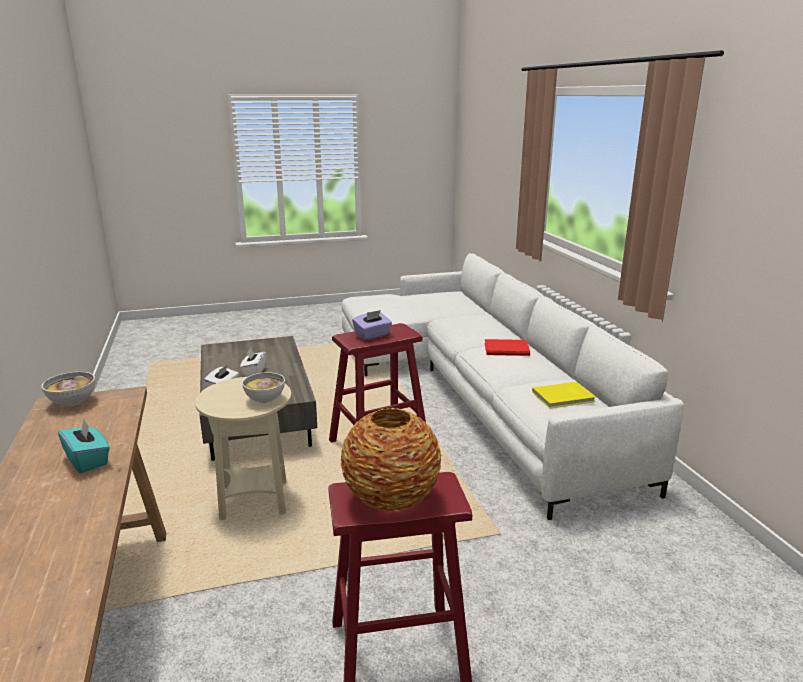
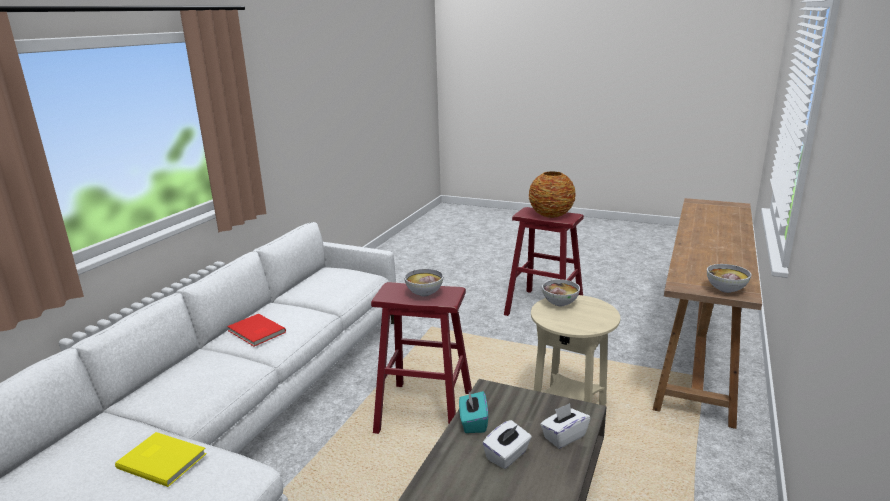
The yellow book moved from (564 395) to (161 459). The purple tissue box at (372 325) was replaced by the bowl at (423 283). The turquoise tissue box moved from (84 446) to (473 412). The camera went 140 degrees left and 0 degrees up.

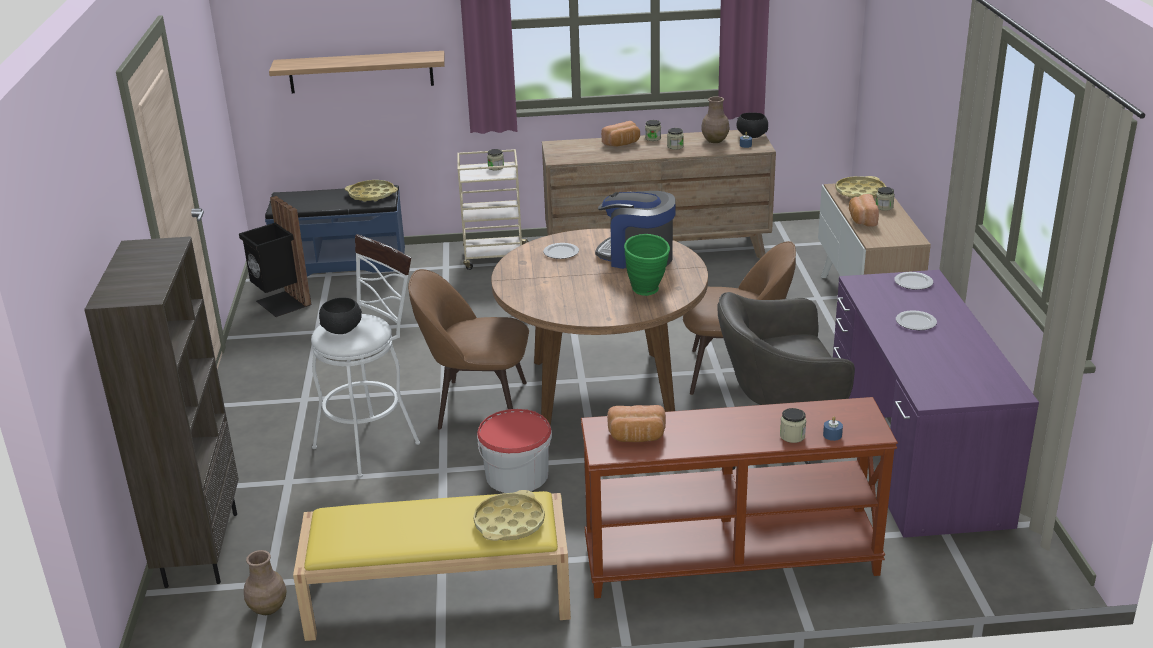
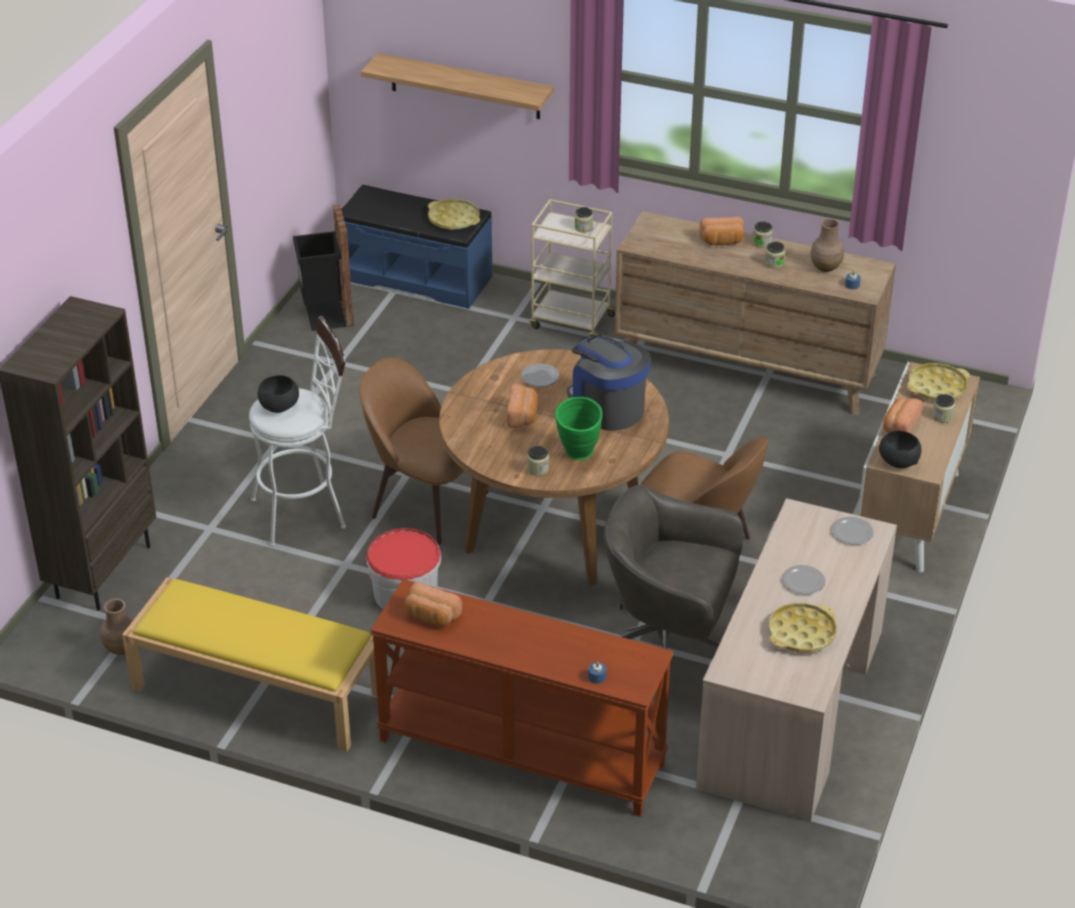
The bread at (522 406) appeared. The jar moved from (793 425) to (538 461). The purple desk at (936 404) became the beige desk at (796 660). The yellow tray moved from (509 515) to (802 628). The black bowl moved from (752 125) to (900 449). The camera went 25 degrees right and 10 degrees up.

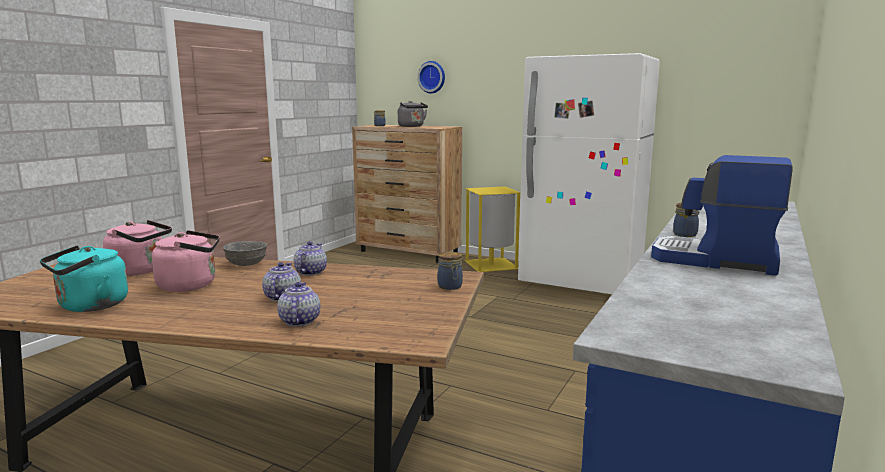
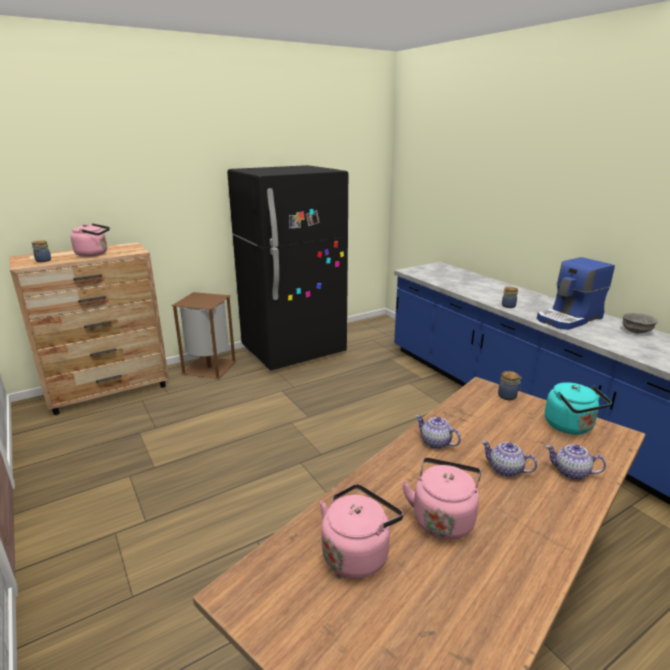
The grey kettle at (413 114) became the pink kettle at (90 240). The yellow trash can at (492 229) became the brown trash can at (204 335). The white fridge at (589 173) became the black fridge at (287 268). The turquoise kettle moved from (84 278) to (578 408). The grey bowl moved from (245 253) to (640 323). The wall clock at (431 77) disappeared. The camera went 60 degrees left and 10 degrees up.

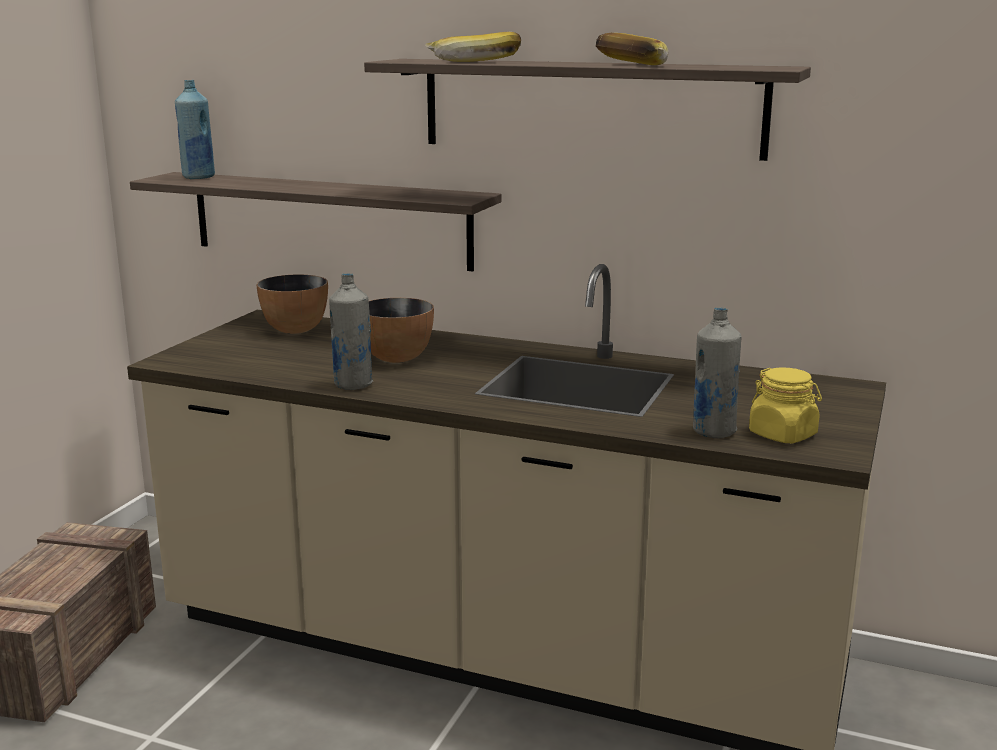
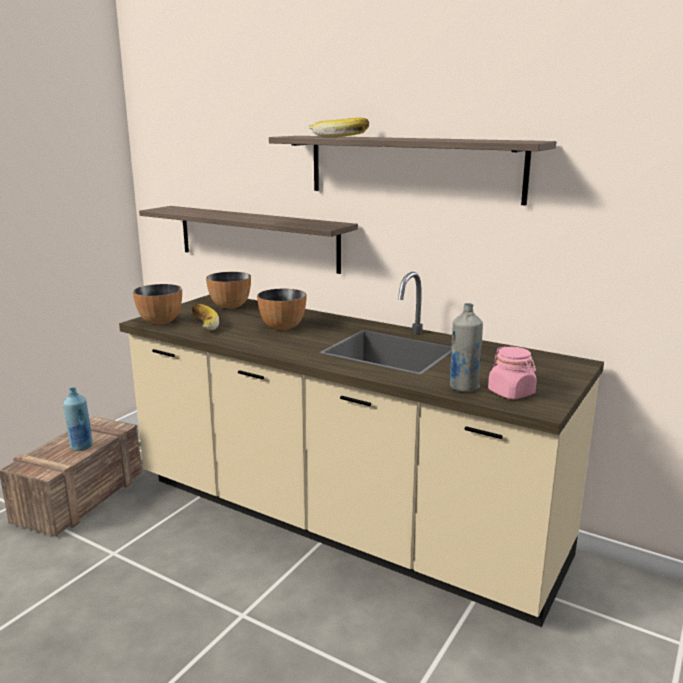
The blue bottle moved from (195 129) to (78 419). The bowl at (157 304) appeared. The banana moved from (632 49) to (205 317). The yellow jar at (785 405) became the pink jar at (512 373). The grey bottle at (351 331) disappeared. The camera went 10 degrees right and 0 degrees up.

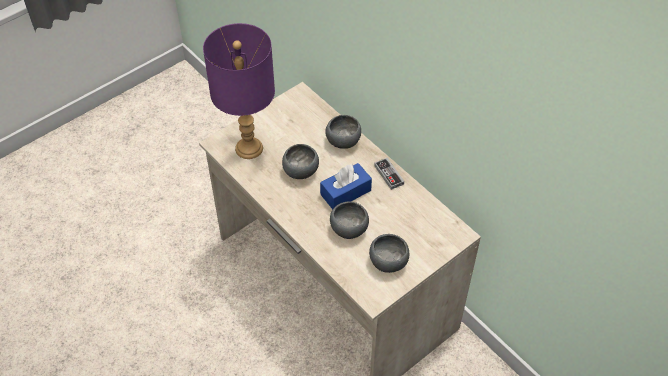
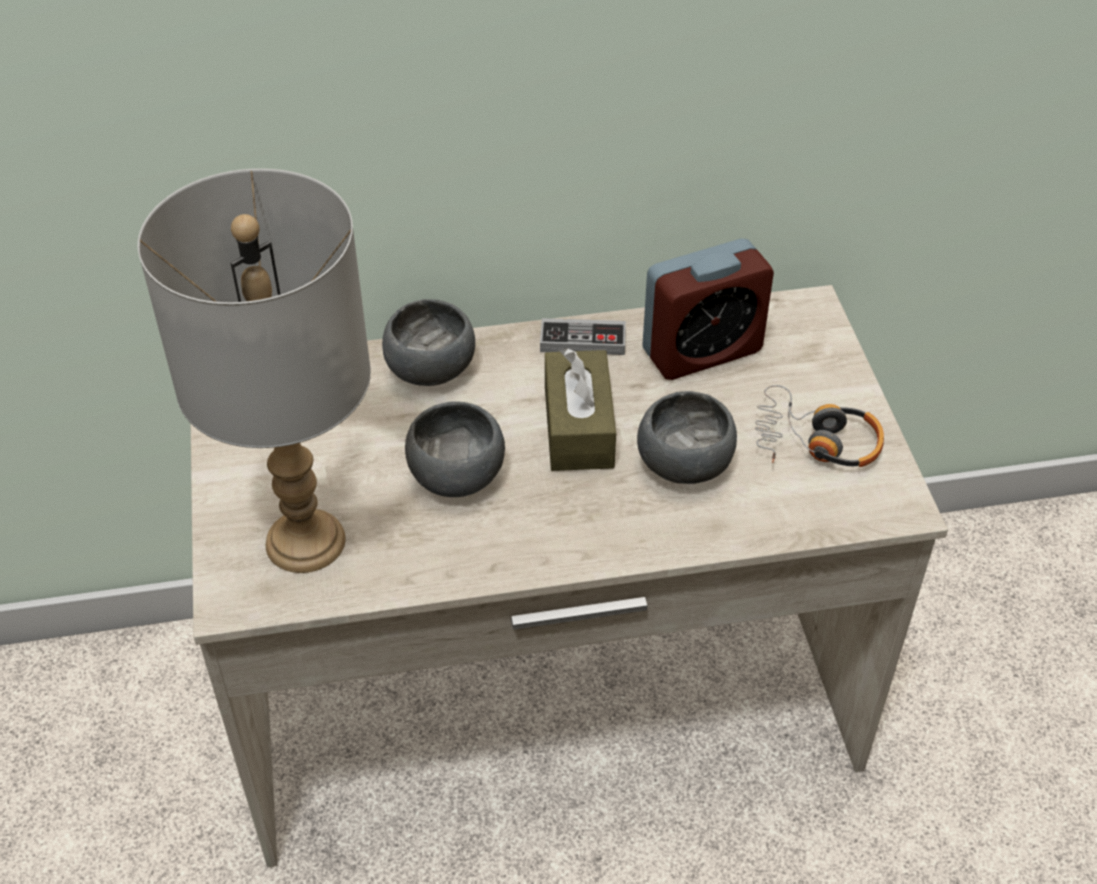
The purple table lamp at (239 91) became the grey table lamp at (254 370). The blue tissue box at (346 186) became the brown tissue box at (580 409). The alarm clock at (708 309) appeared. The grey bowl at (389 253) was replaced by the headphones at (819 426). The camera went 60 degrees left and 5 degrees down.

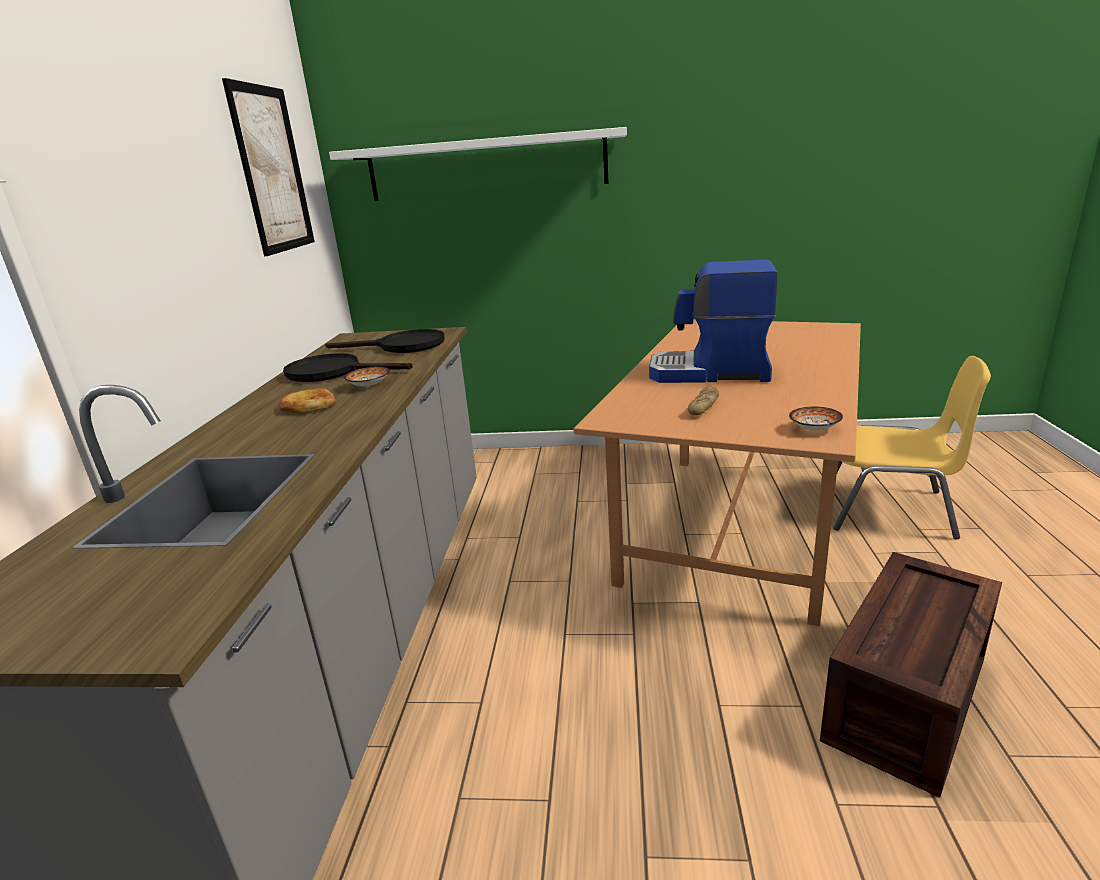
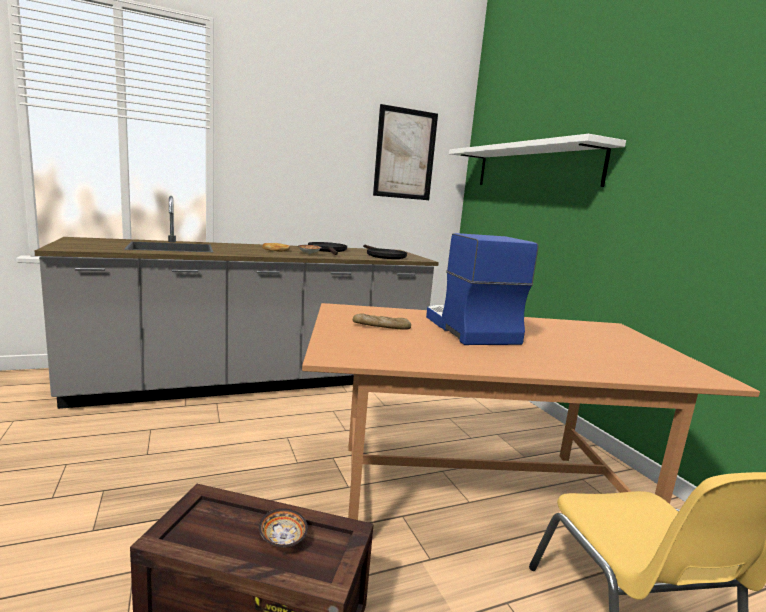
The bowl moved from (816 418) to (283 527). The camera went 60 degrees right and 10 degrees down.

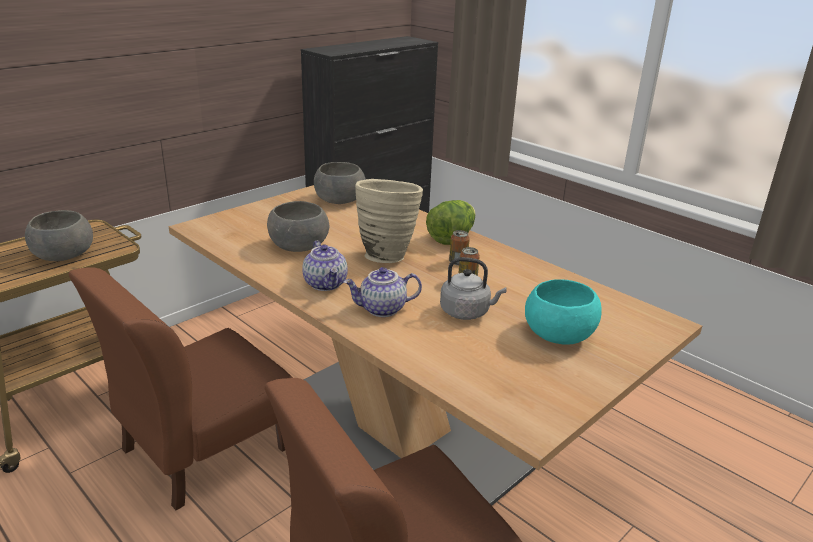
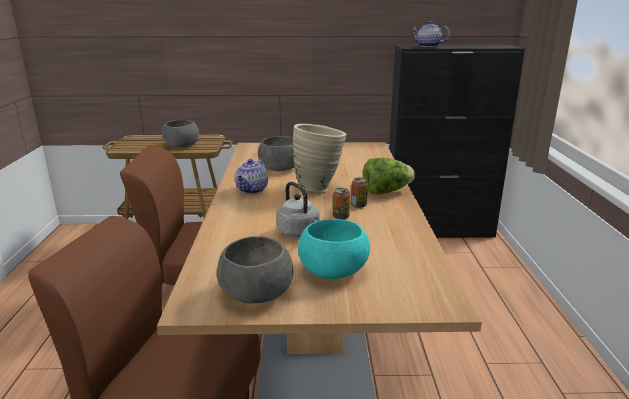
The grey bowl moved from (340 183) to (255 269). The teapot moved from (383 292) to (430 34). The camera went 45 degrees right and 5 degrees down.

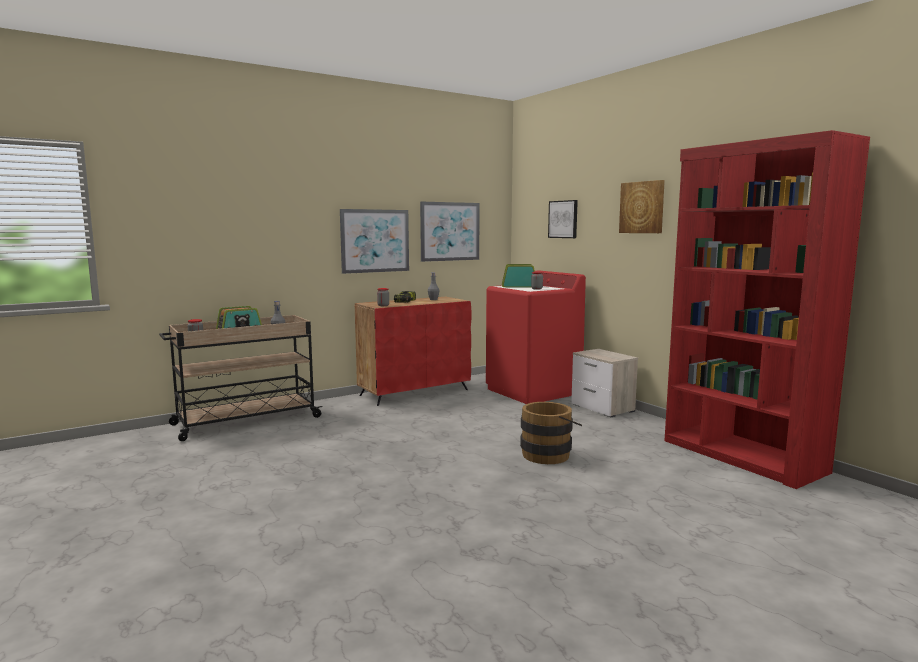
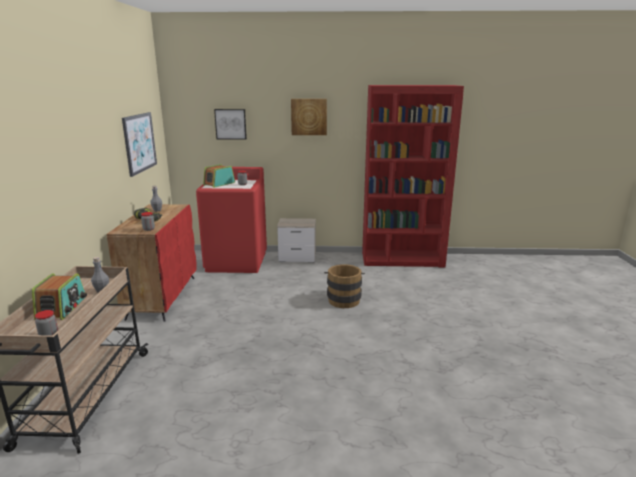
The picture at (374 241) disappeared. The camera went 55 degrees left and 10 degrees up.

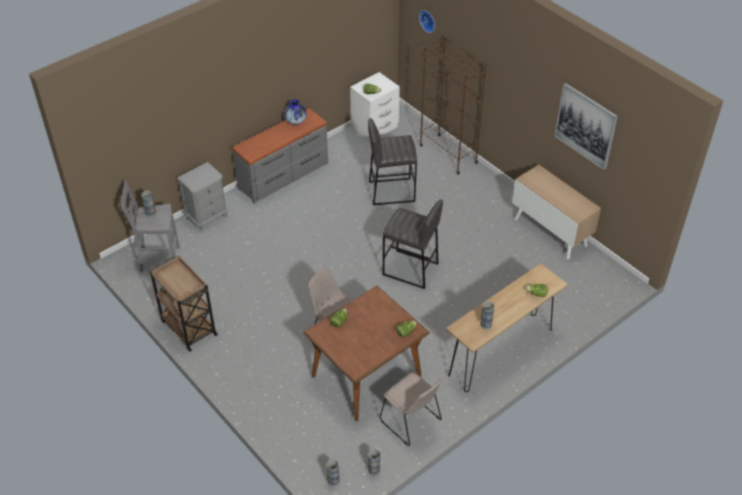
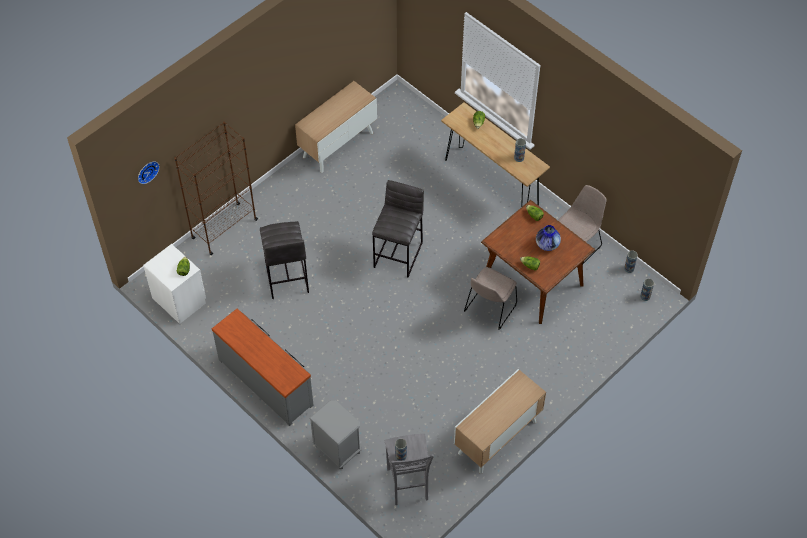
The brown cart at (183 303) was replaced by the cabinet at (500 421). The vase moved from (295 112) to (548 238). The picture at (586 126) disappeared. The camera went 95 degrees left and 10 degrees up.

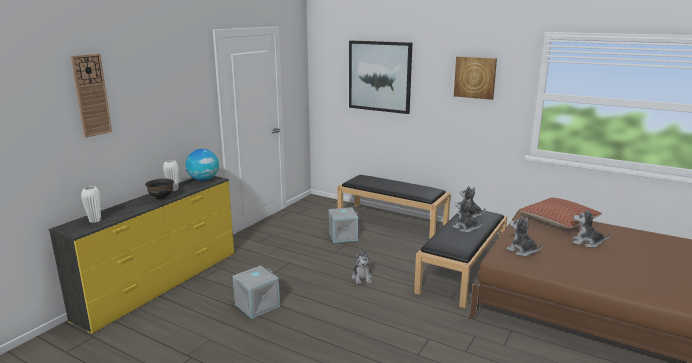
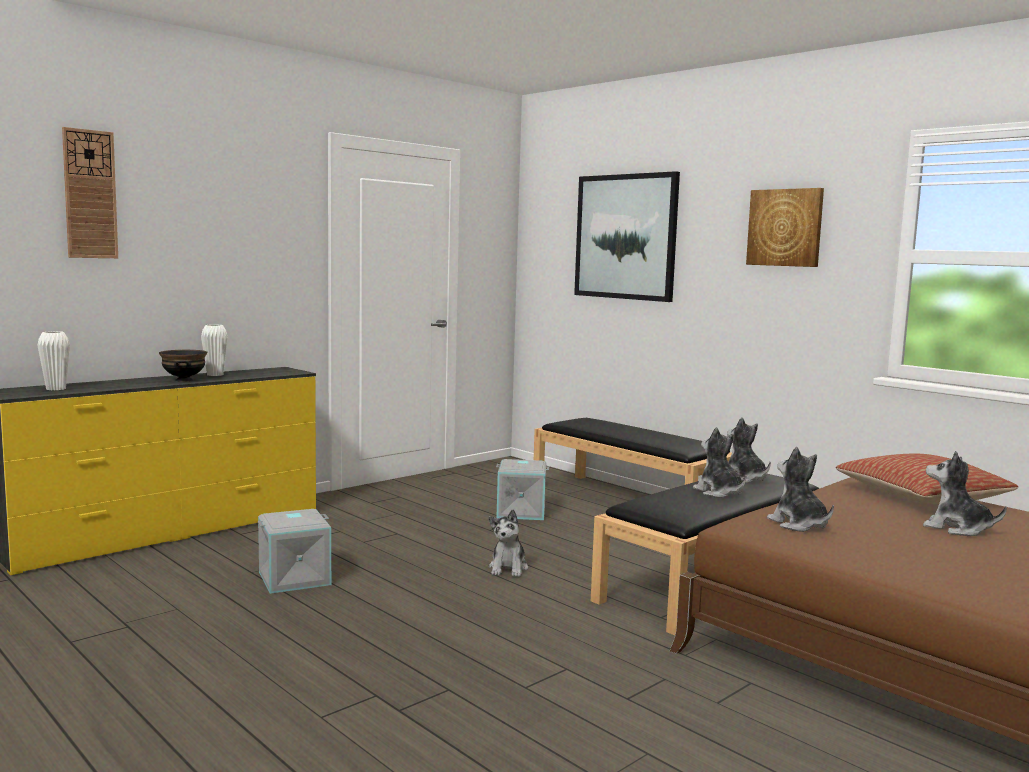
The globe at (202 165) disappeared. The camera went 15 degrees right and 10 degrees down.

